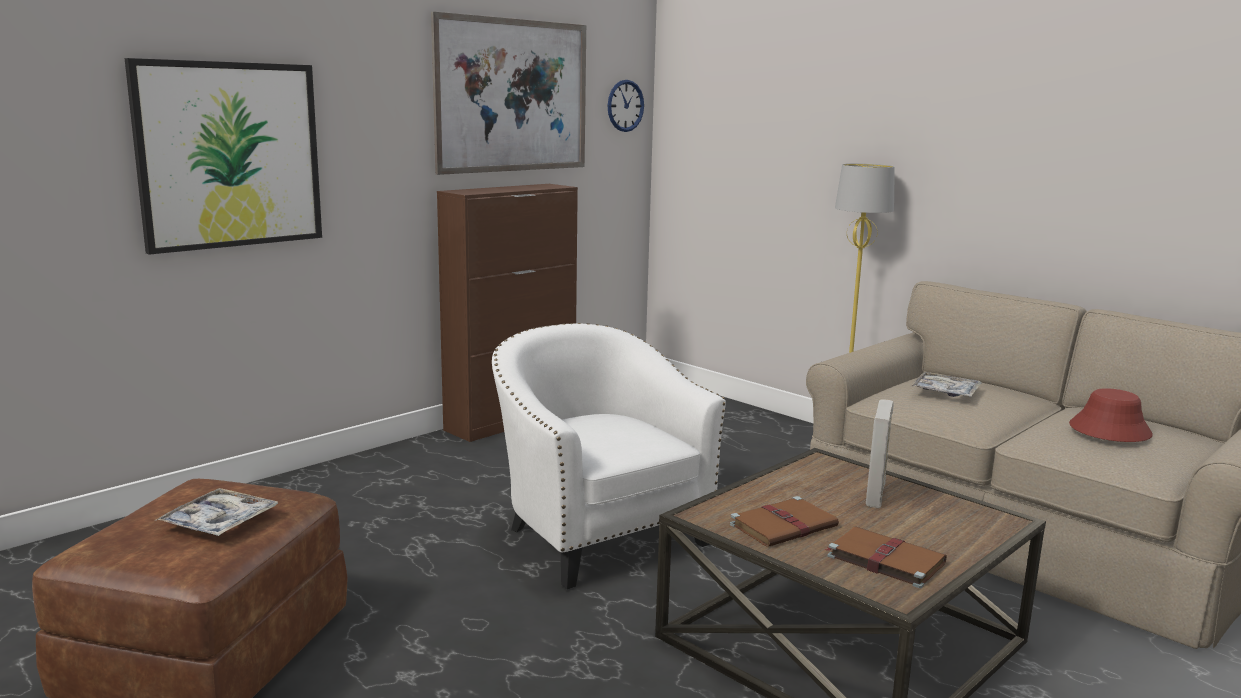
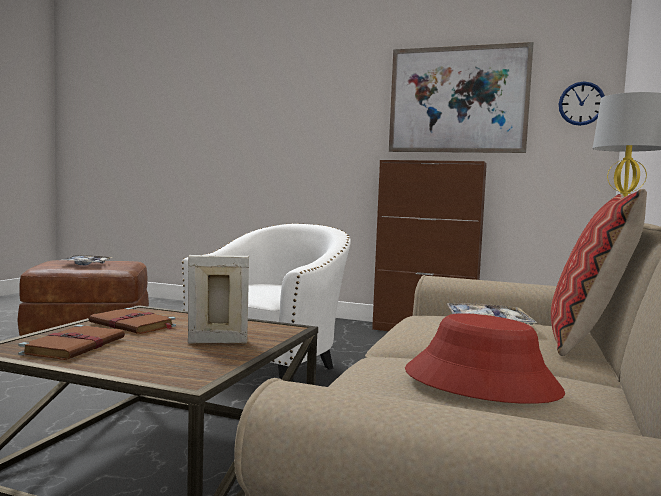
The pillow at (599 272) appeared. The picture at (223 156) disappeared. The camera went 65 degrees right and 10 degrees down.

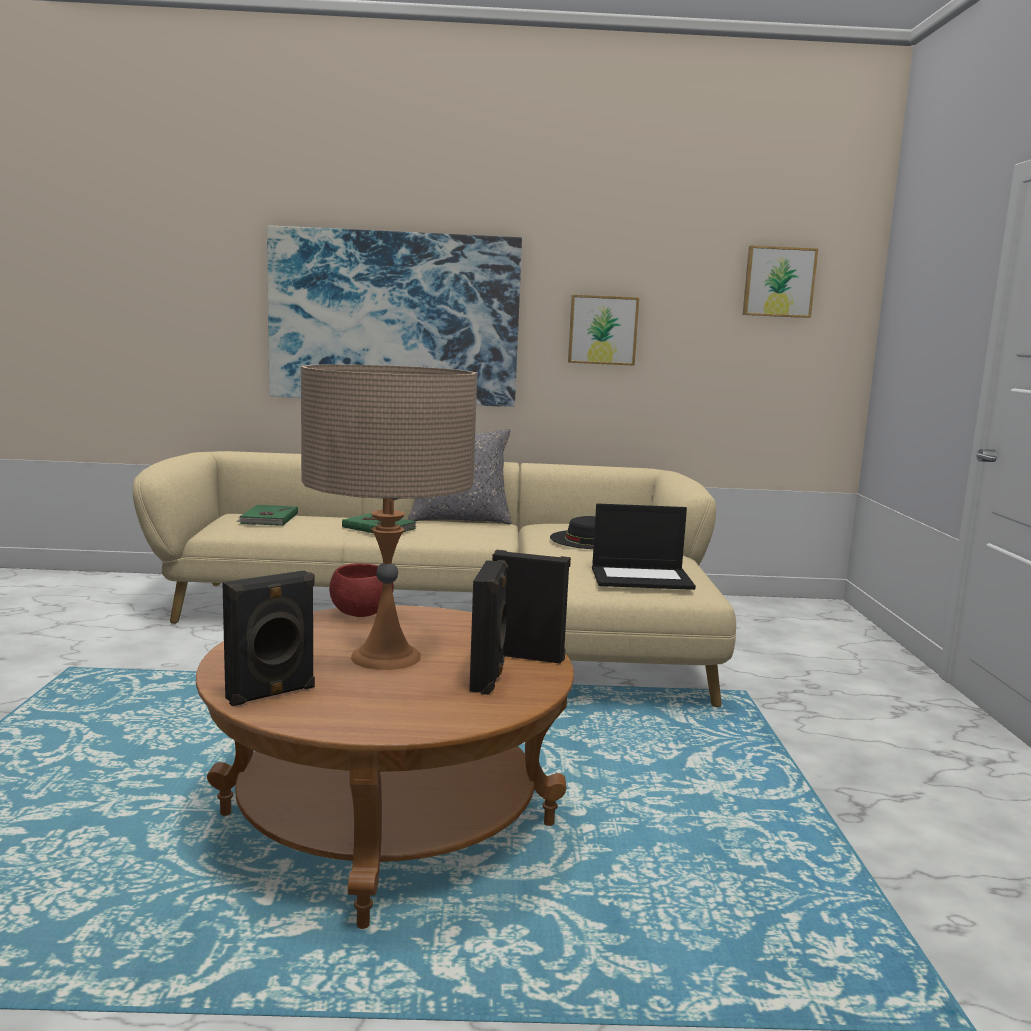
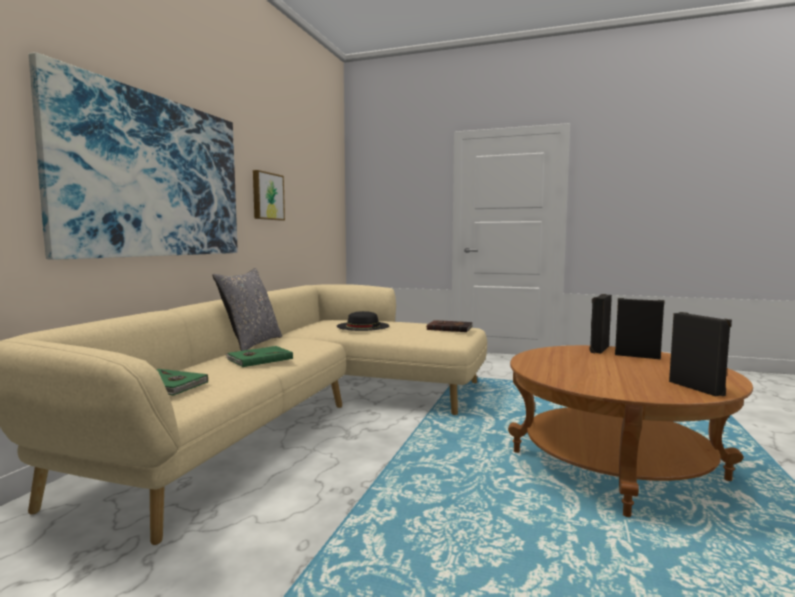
The laptop at (644 546) was replaced by the brown book at (449 326). The beige table lamp at (389 517) disappeared. The red bowl at (361 590) disappeared. The picture at (780 281) disappeared. The camera went 70 degrees left and 5 degrees down.

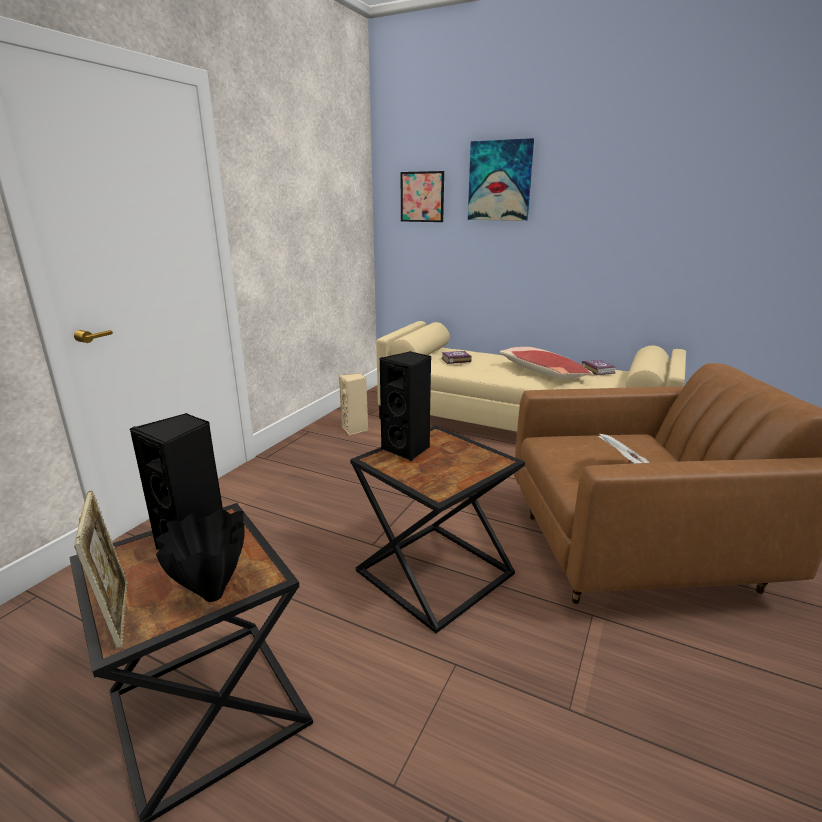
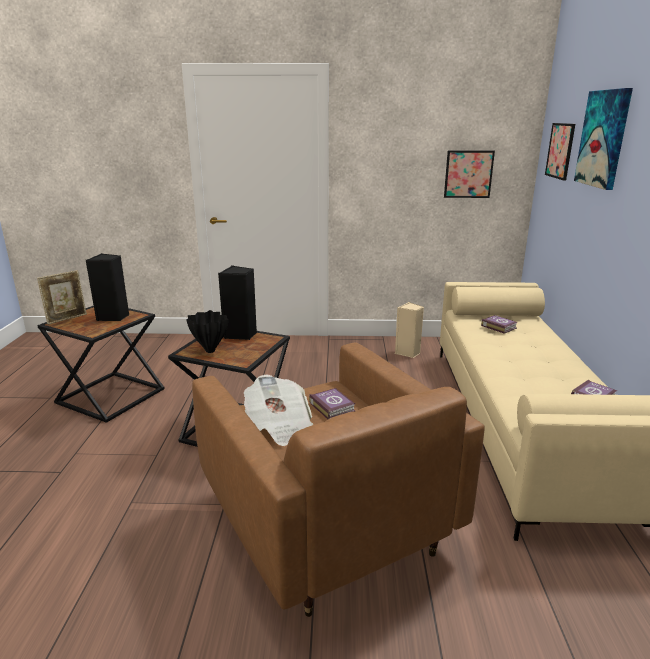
The black vase moved from (200 555) to (207 331). The book at (332 403) appeared. The picture at (469 174) appeared. The pillow at (546 363) disappeared. The camera went 65 degrees right and 0 degrees up.

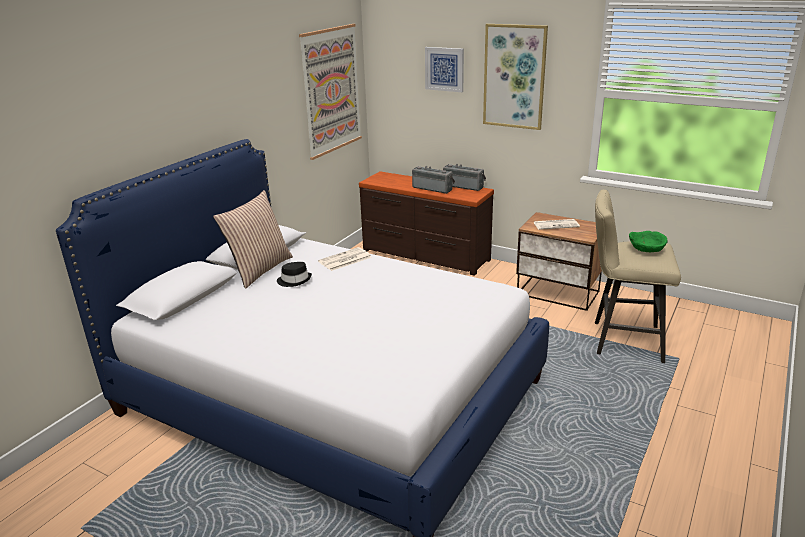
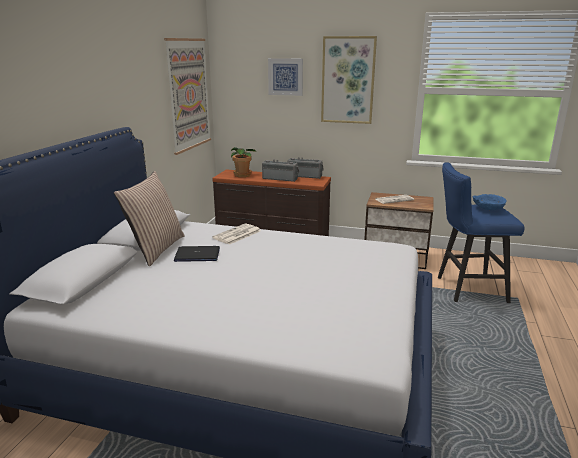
The black hat at (294 274) was replaced by the laptop at (197 254). The potted plant at (244 162) appeared. The beige stool at (638 276) became the blue stool at (481 232). The green bowl at (648 242) became the blue bowl at (489 202). The camera went 15 degrees left and 5 degrees down.

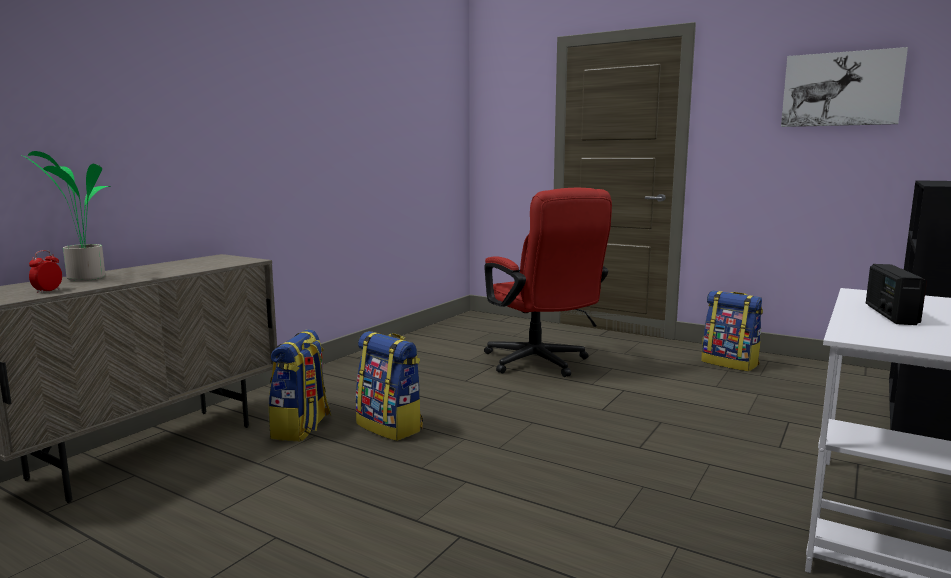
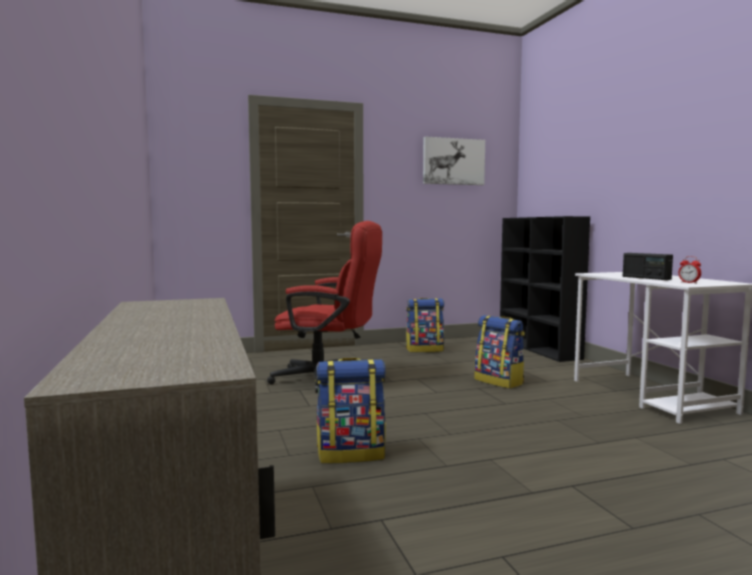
The backpack moved from (300 385) to (500 352). The alarm clock moved from (45 271) to (689 269). The potted plant at (66 216) disappeared. The camera went 50 degrees left and 5 degrees down.

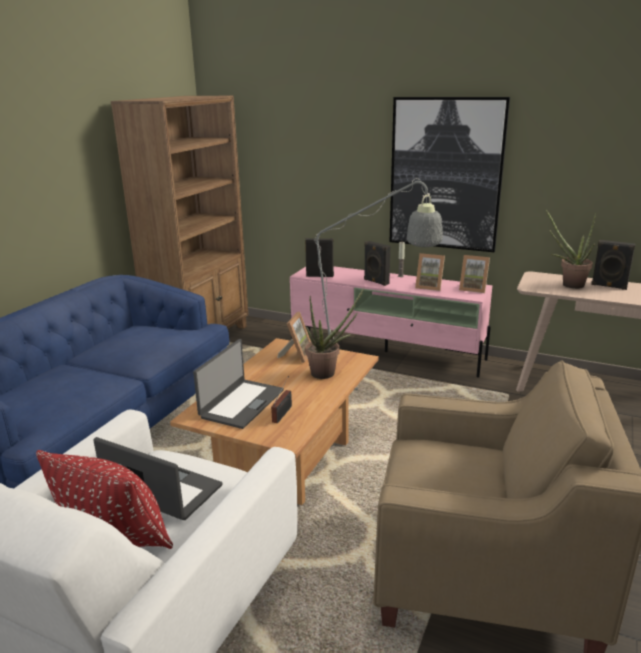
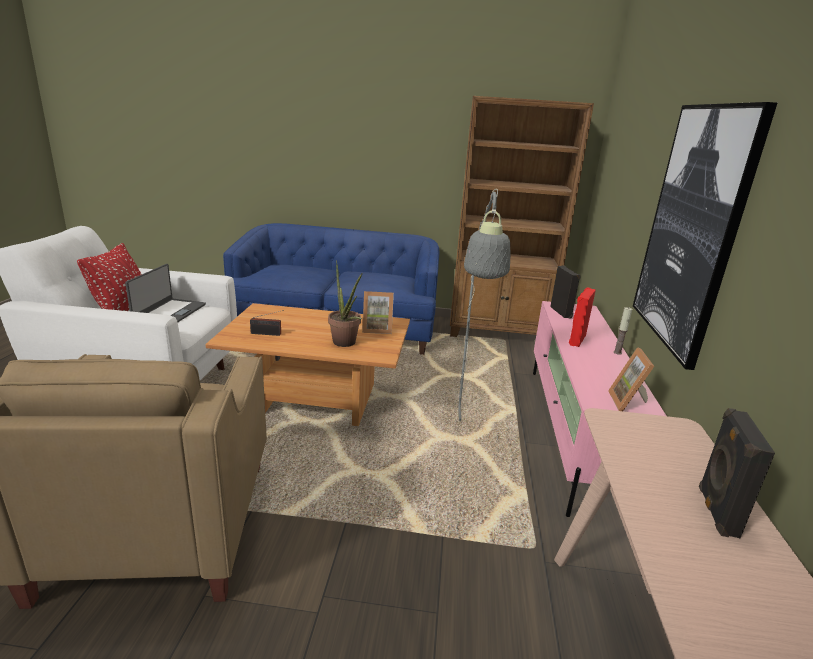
The black speaker at (377 263) became the red speaker at (582 317). The laptop at (238 384) disappeared. The picture frame at (430 272) disappeared. The potted plant at (571 249) disappeared. The camera went 70 degrees right and 0 degrees up.

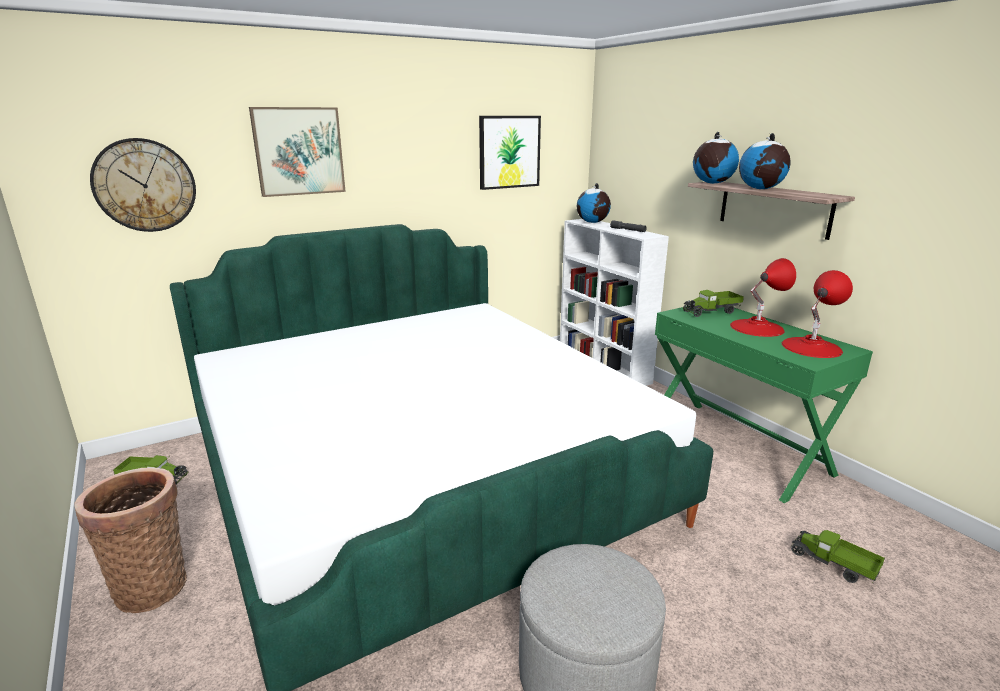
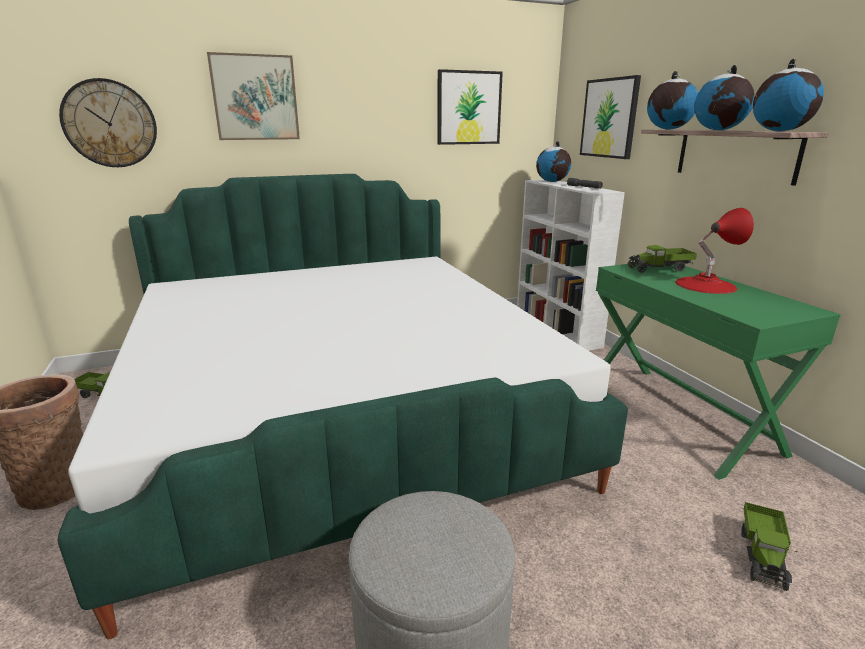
The picture at (610 117) appeared. The toy truck at (837 556) turned 120 degrees counterclockwise. The globe at (788 95) appeared. The red table lamp at (817 314) disappeared. The camera went 10 degrees right and 0 degrees up.

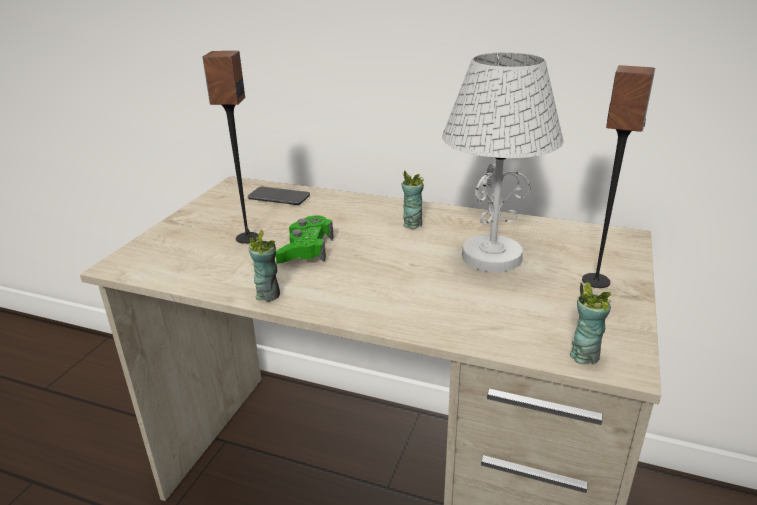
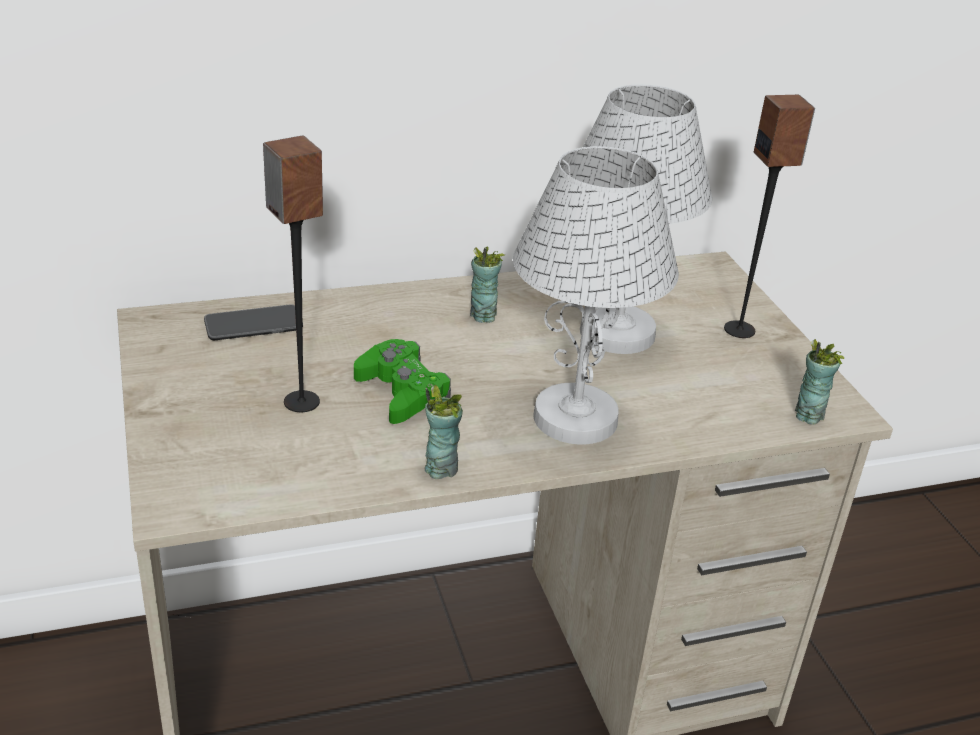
The white table lamp at (596 295) appeared. The camera went 40 degrees left and 5 degrees up.

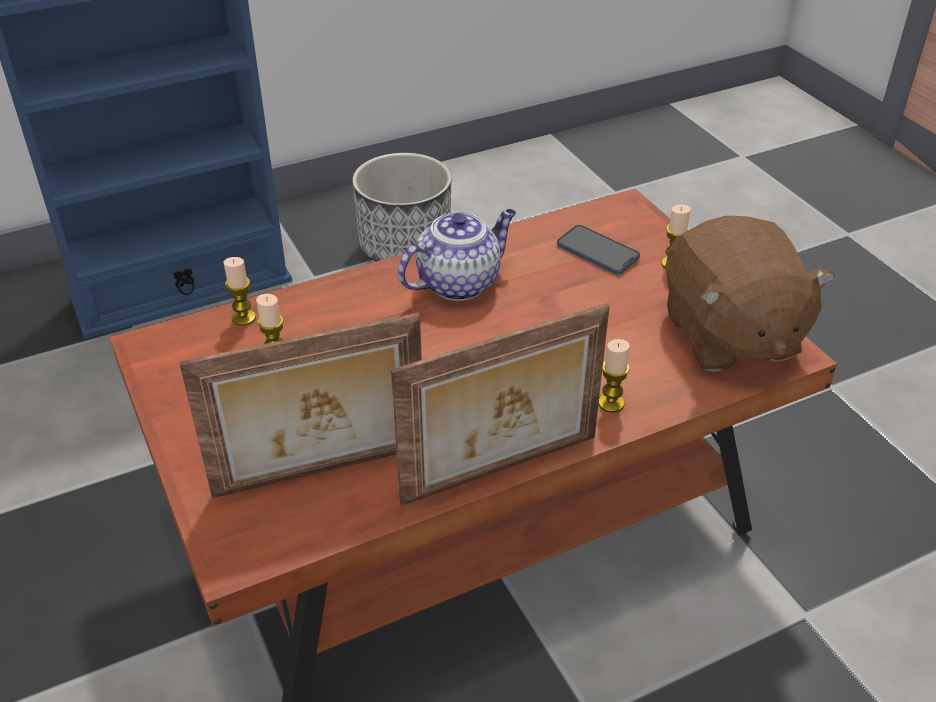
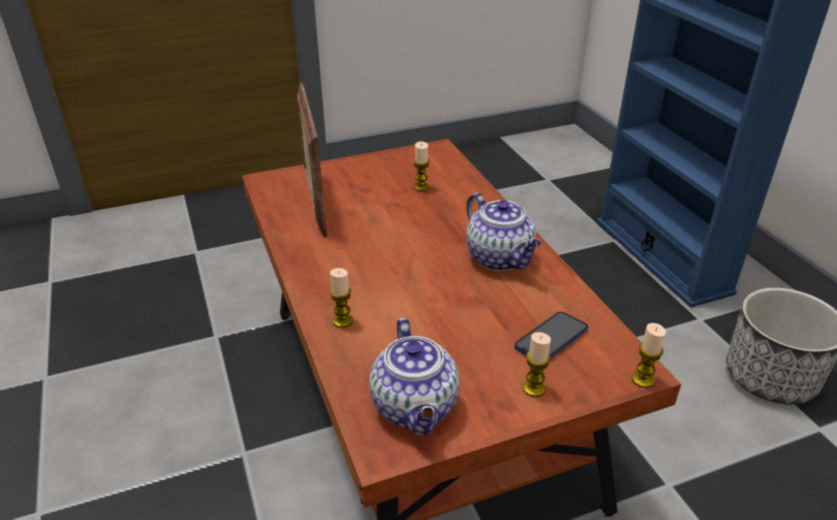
The brown plush toy at (750 294) was replaced by the teapot at (414 377). The candle moved from (239 291) to (649 355). The picture frame at (500 404) disappeared. The camera went 95 degrees right and 5 degrees down.

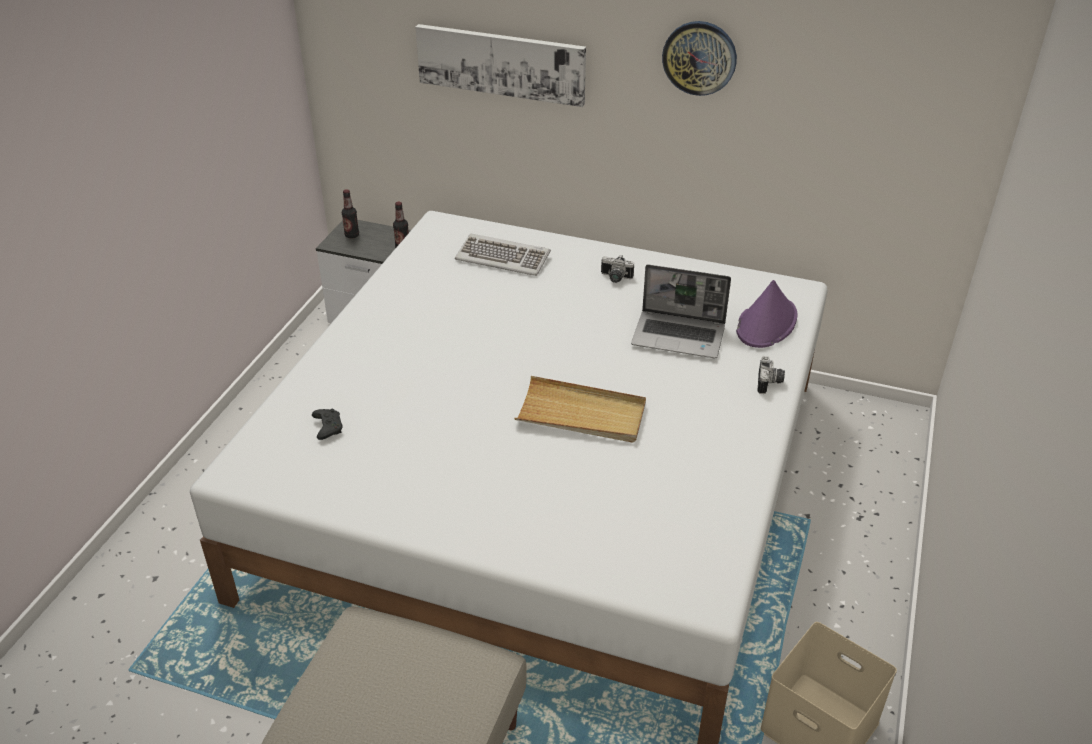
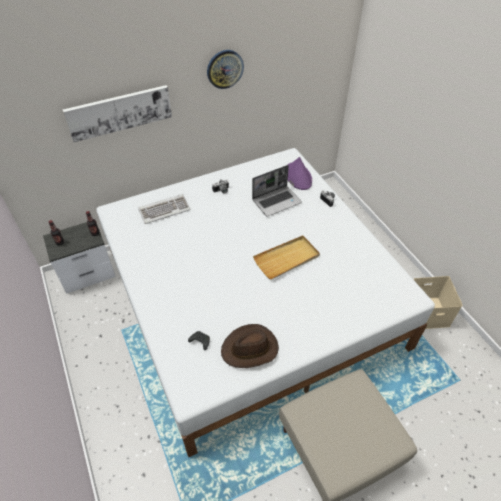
The brown hat at (250 346) appeared. The camera went 45 degrees left and 10 degrees up.

